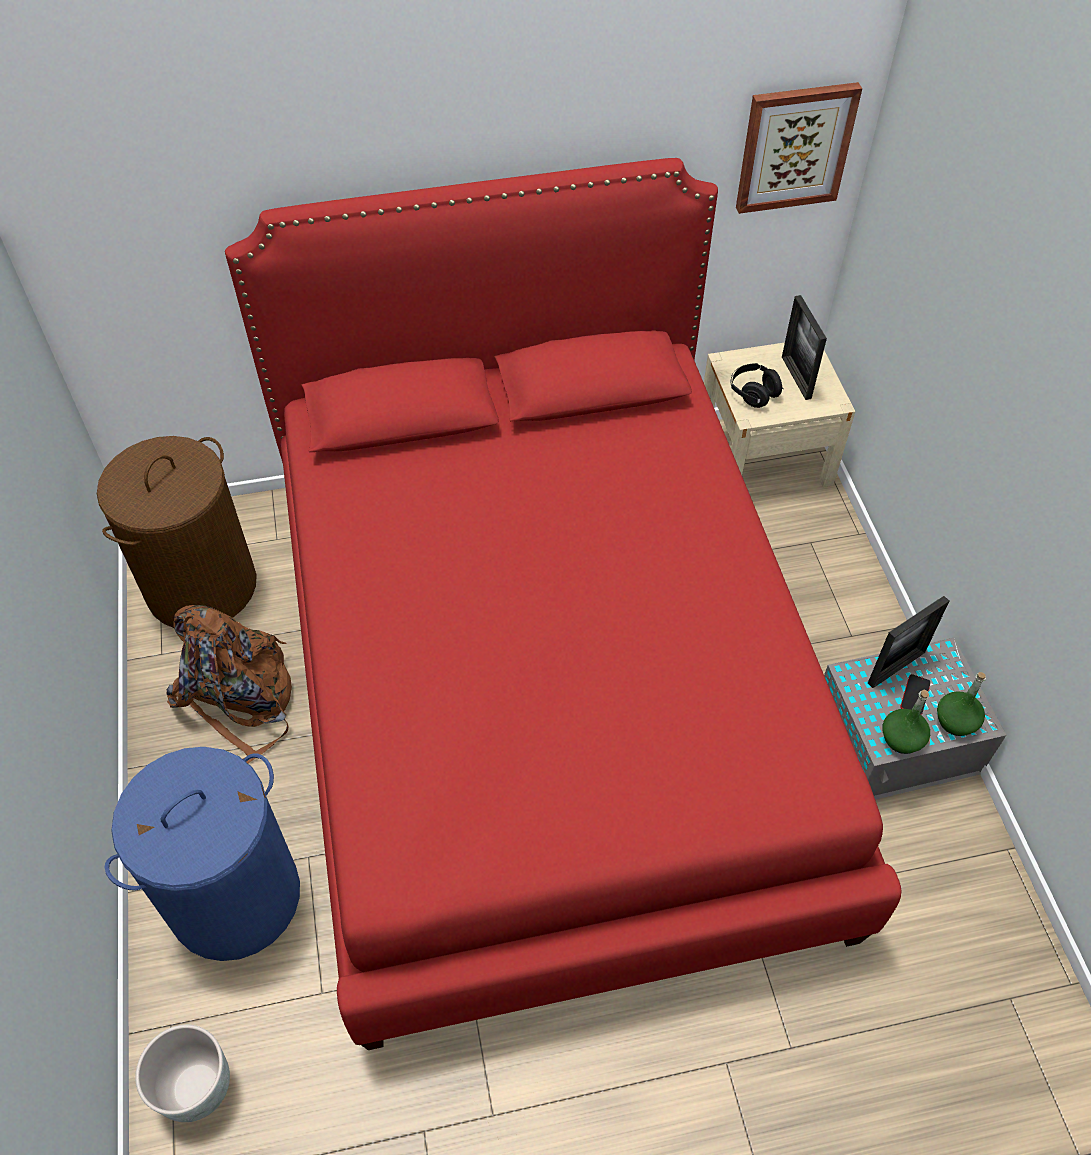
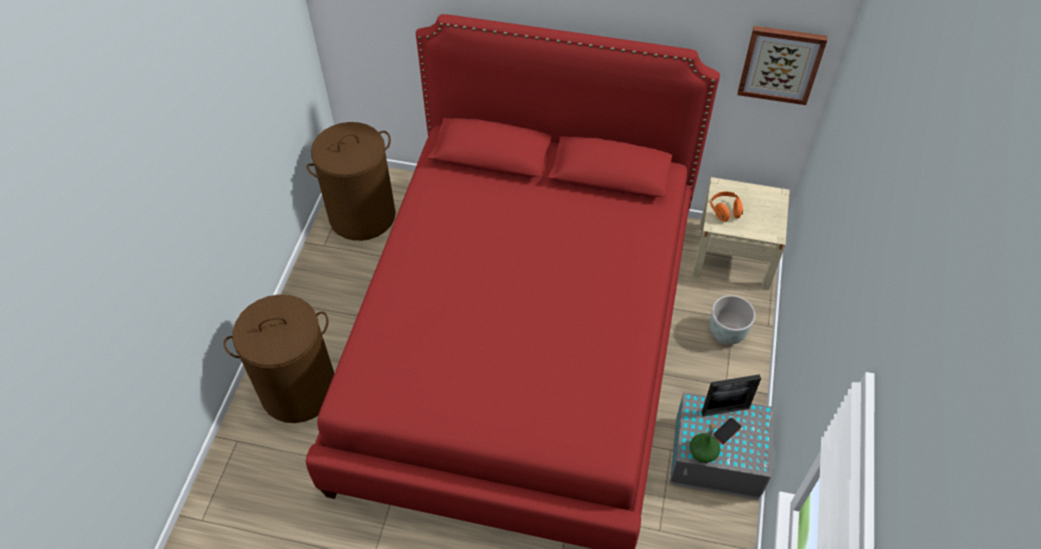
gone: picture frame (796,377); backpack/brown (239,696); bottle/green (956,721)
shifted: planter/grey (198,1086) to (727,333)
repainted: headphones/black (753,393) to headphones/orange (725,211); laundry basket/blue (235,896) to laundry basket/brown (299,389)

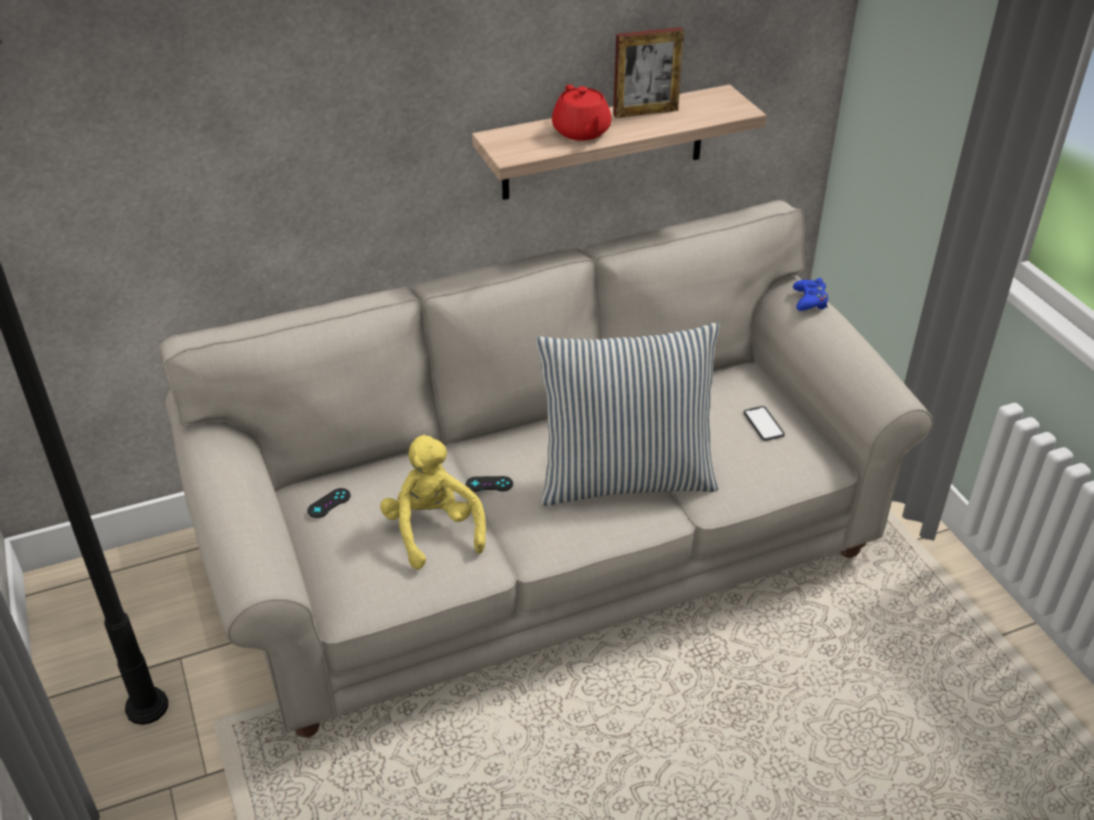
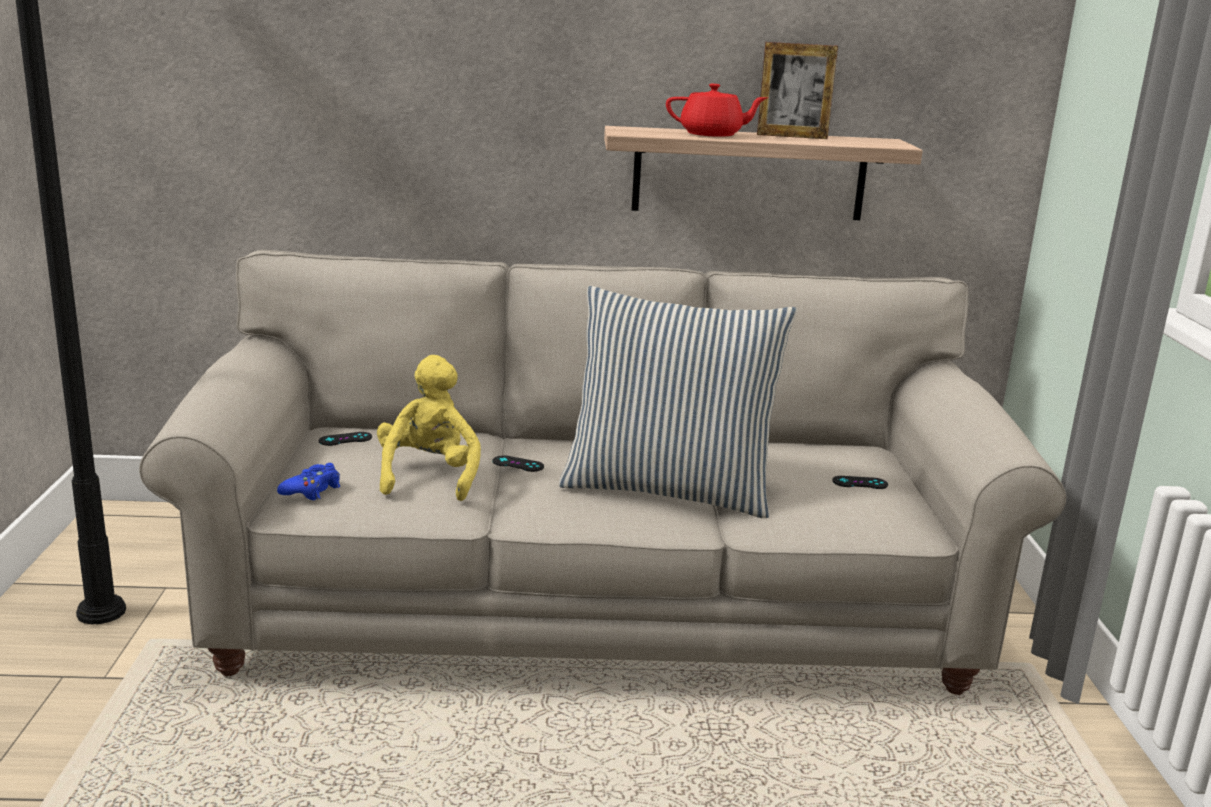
shifted: game controller/blue (810,300) to (312,490)
swapped: phone (763,424) to game controller/black (860,483)
rotated: teapot/red (581,132) = (712,134) 90 degrees counterclockwise

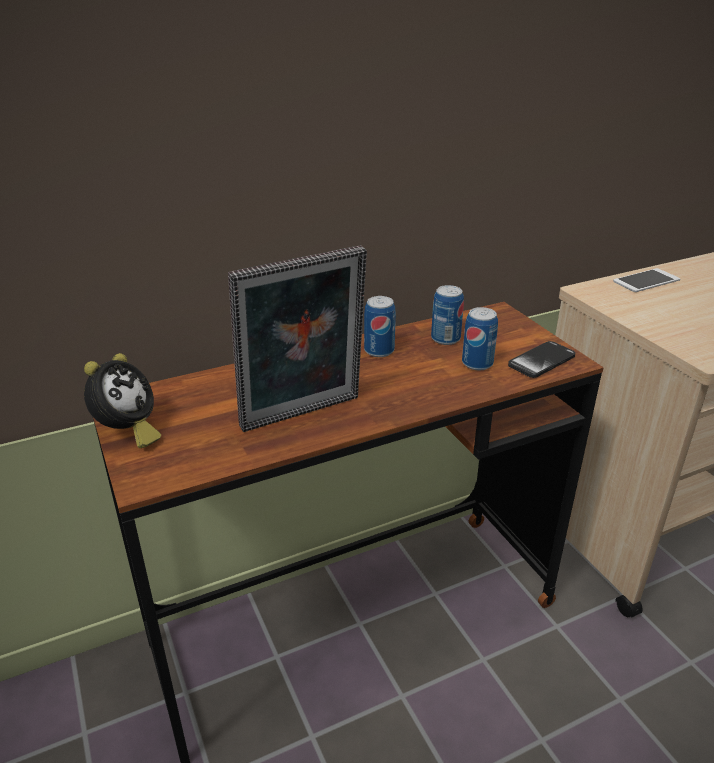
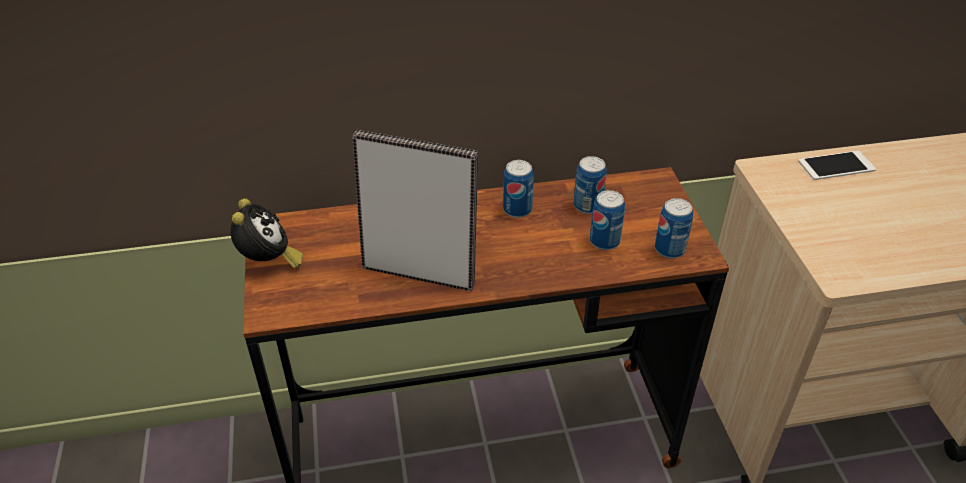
swapped: phone (541,361) to can (669,249)
rotated: picture frame (303,416) = (420,271) 150 degrees counterclockwise; alarm clock (127,433) = (269,262) 45 degrees counterclockwise

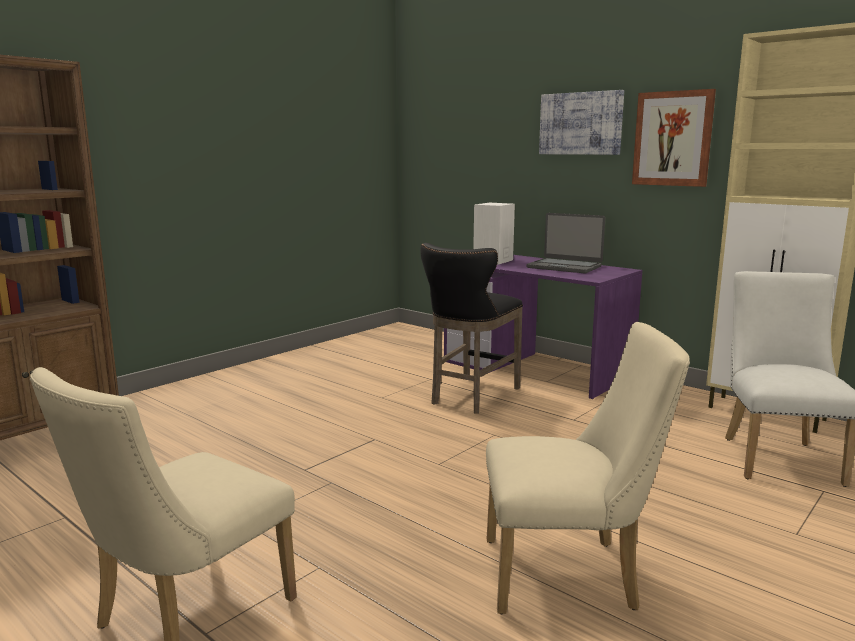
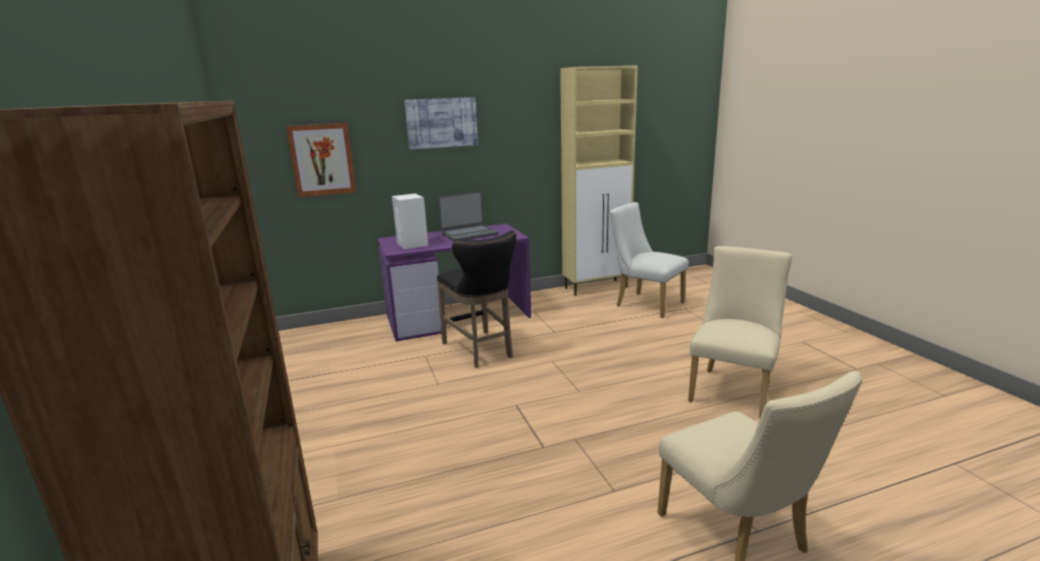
shifted: picture (672,139) to (322,160)

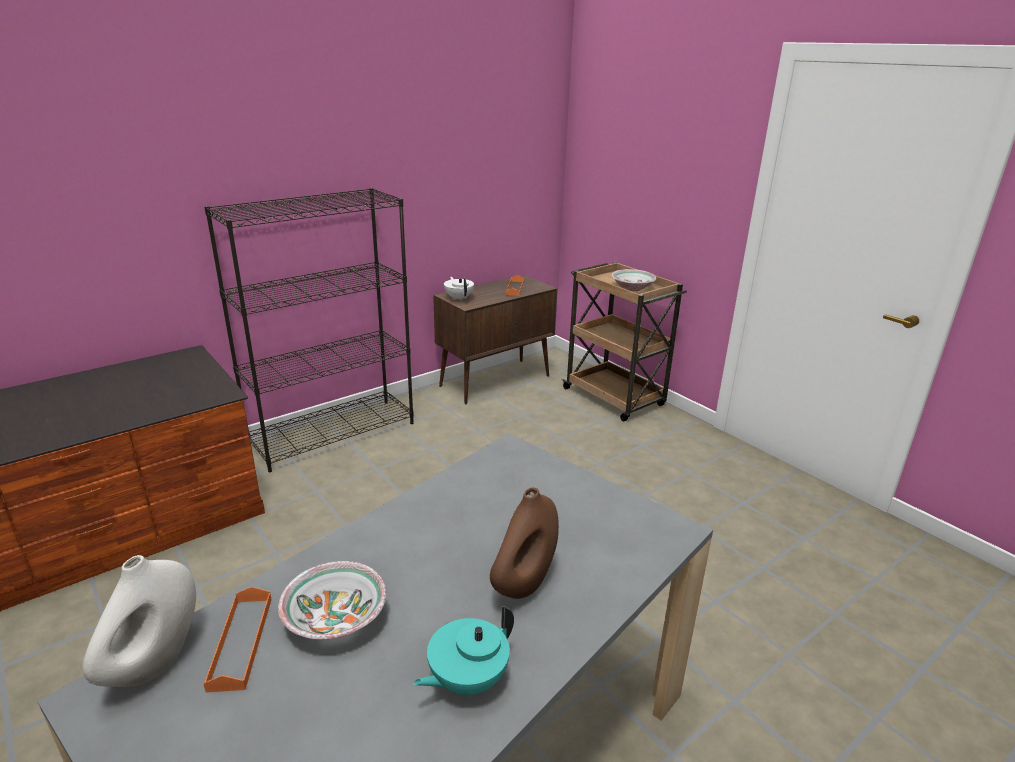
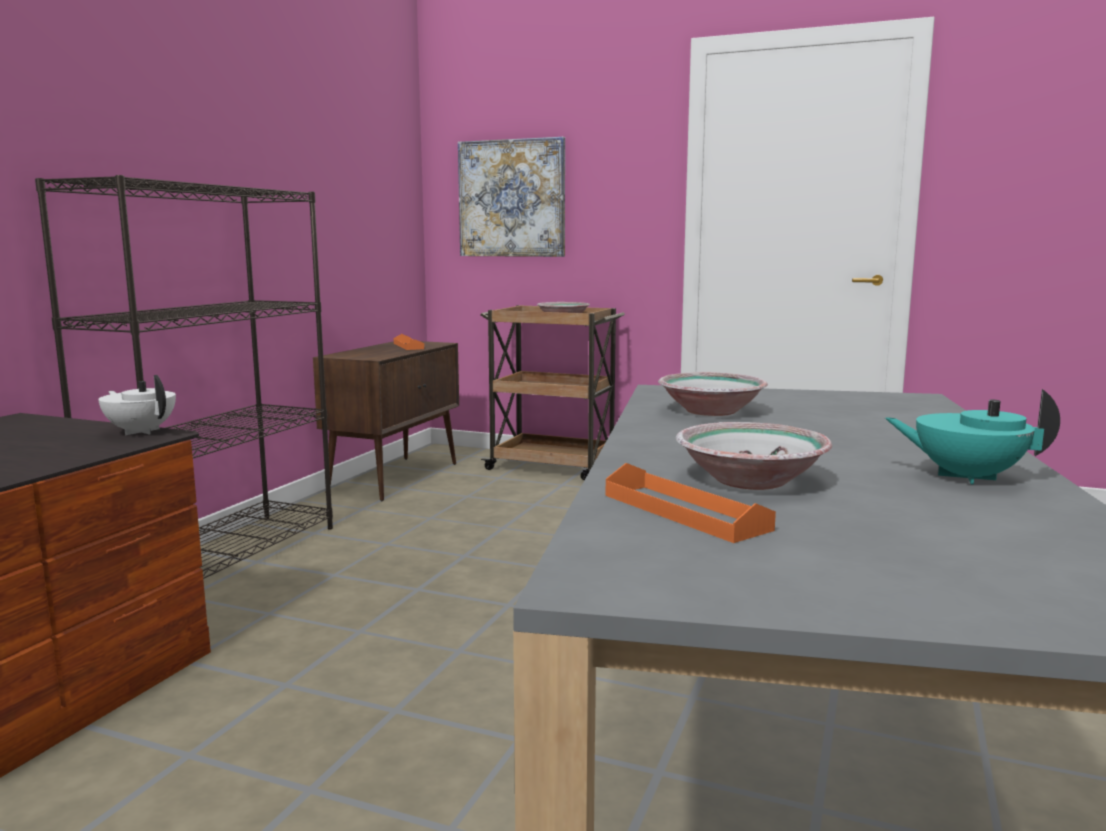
gone: vase/brown (524,584); vase/white (155,663)
new: picture (512,198); bowl (710,411)
shifted: teapot/white (459,298) to (141,431)
rotated: teapot/turquoise (467,680) = (966,477) 90 degrees clockwise

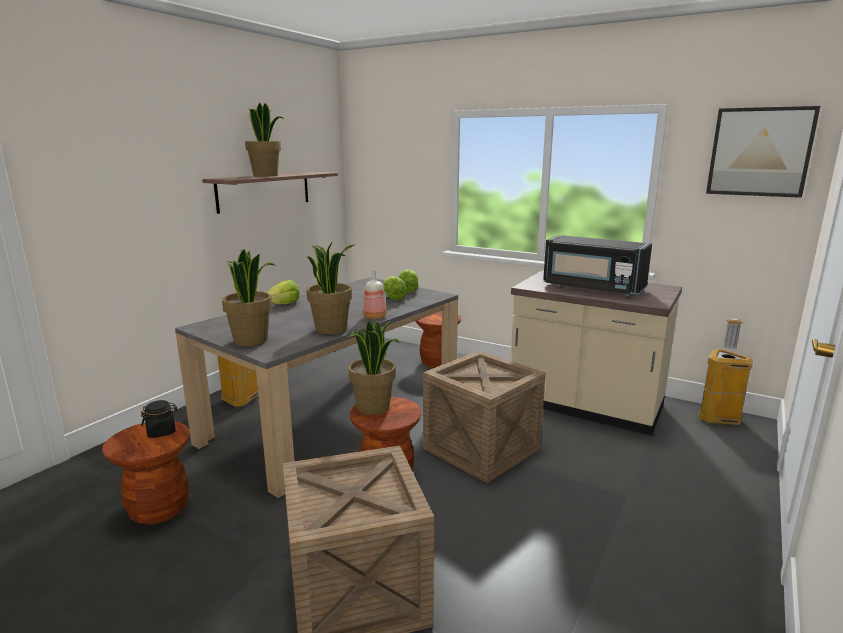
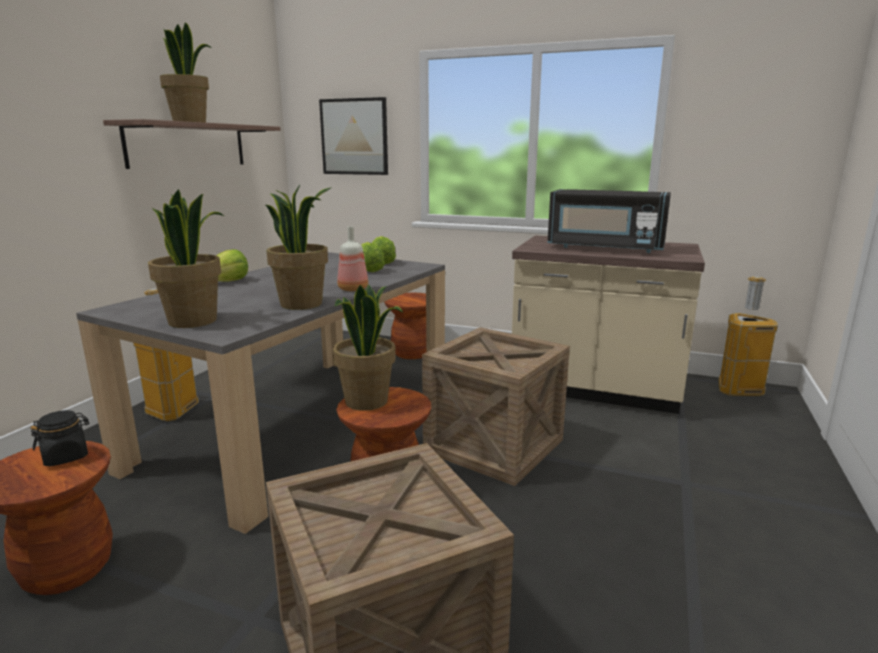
shifted: picture (759,152) to (354,137)

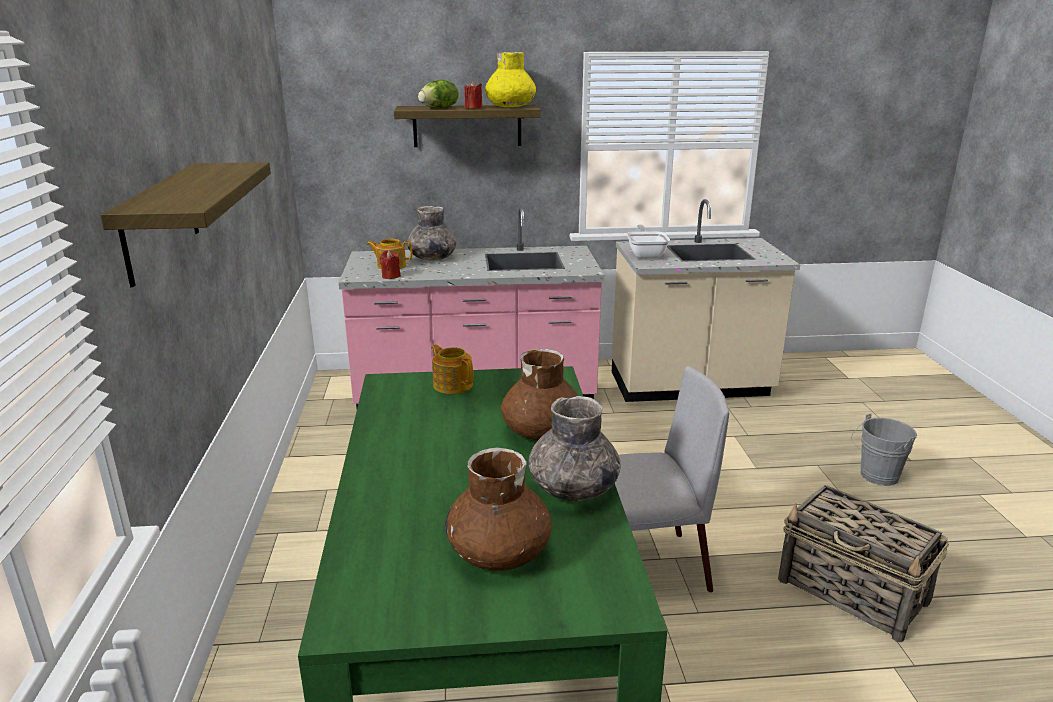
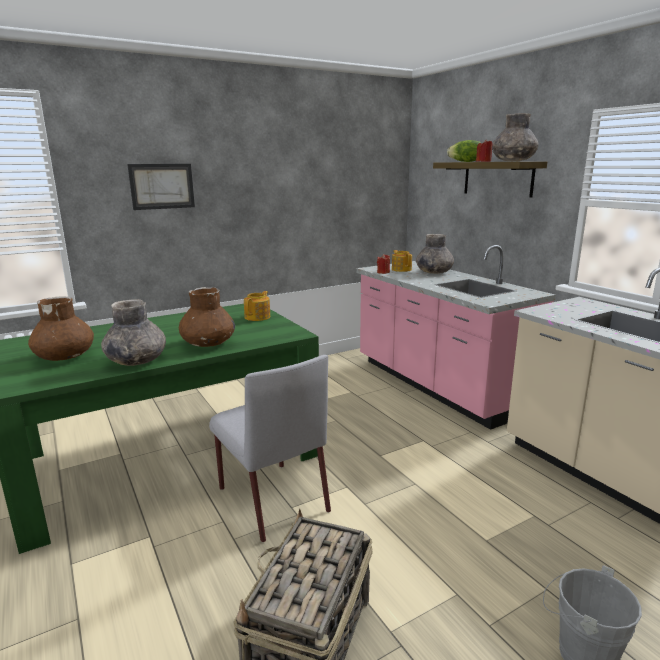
gone: frying pan (646,254)
swapped: shelf (160,221) to picture (162,186)
repainted: vase/yellow (510,107) to vase/grey (513,161)

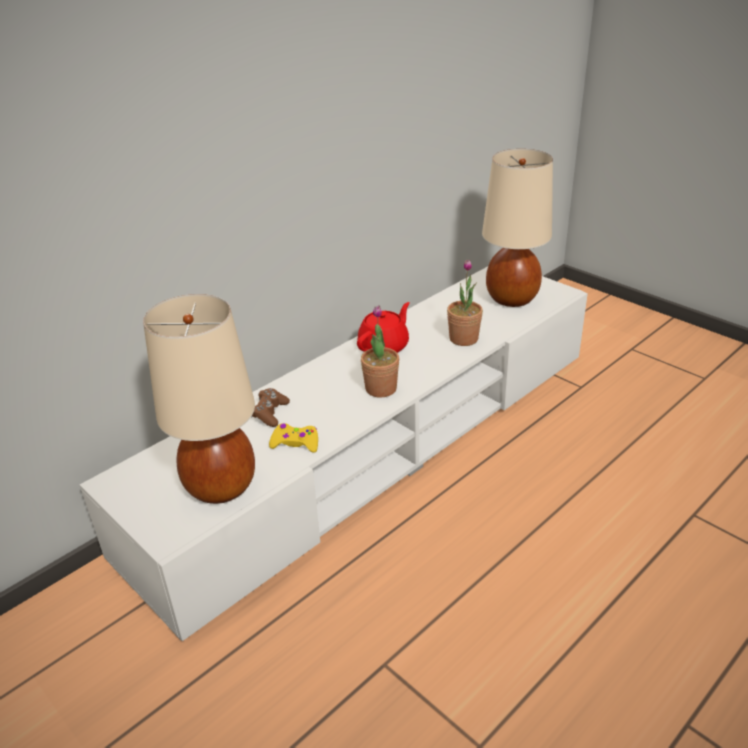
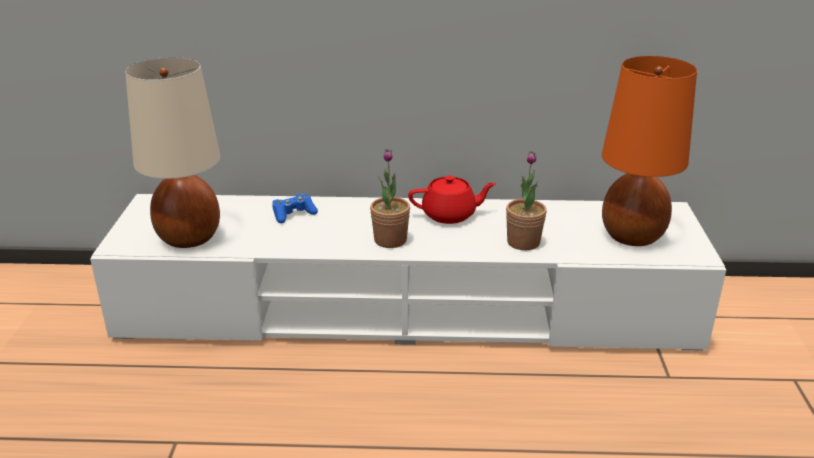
gone: game controller/yellow (295,443)
repainted: table lamp/beige (512,298) to table lamp/orange (632,236); game controller/brown (270,413) to game controller/blue (293,214)

